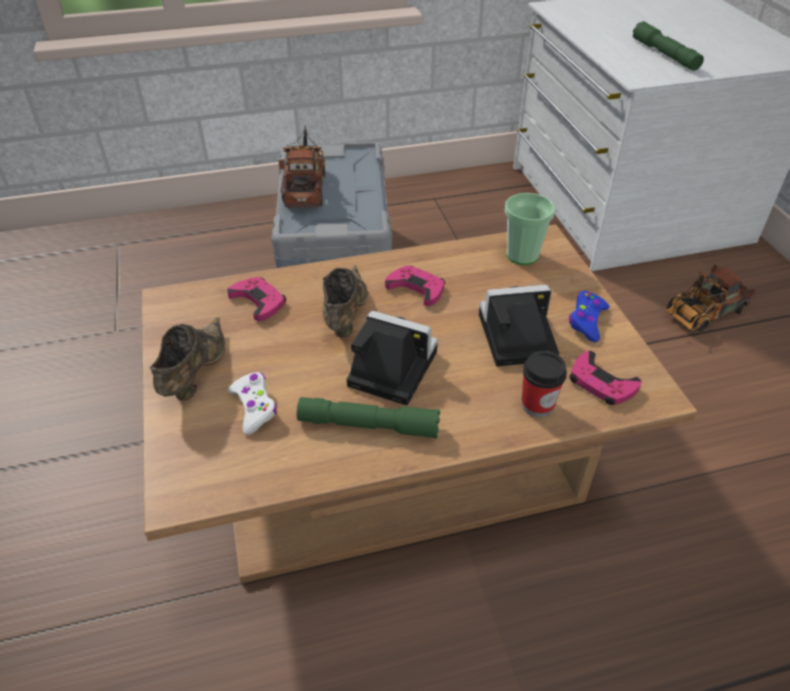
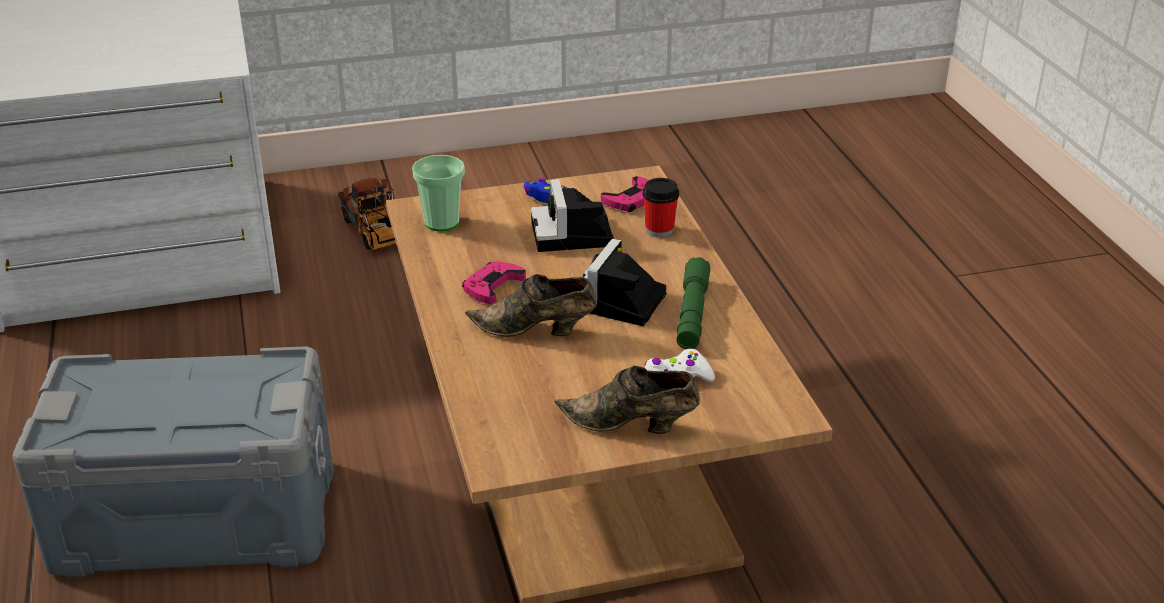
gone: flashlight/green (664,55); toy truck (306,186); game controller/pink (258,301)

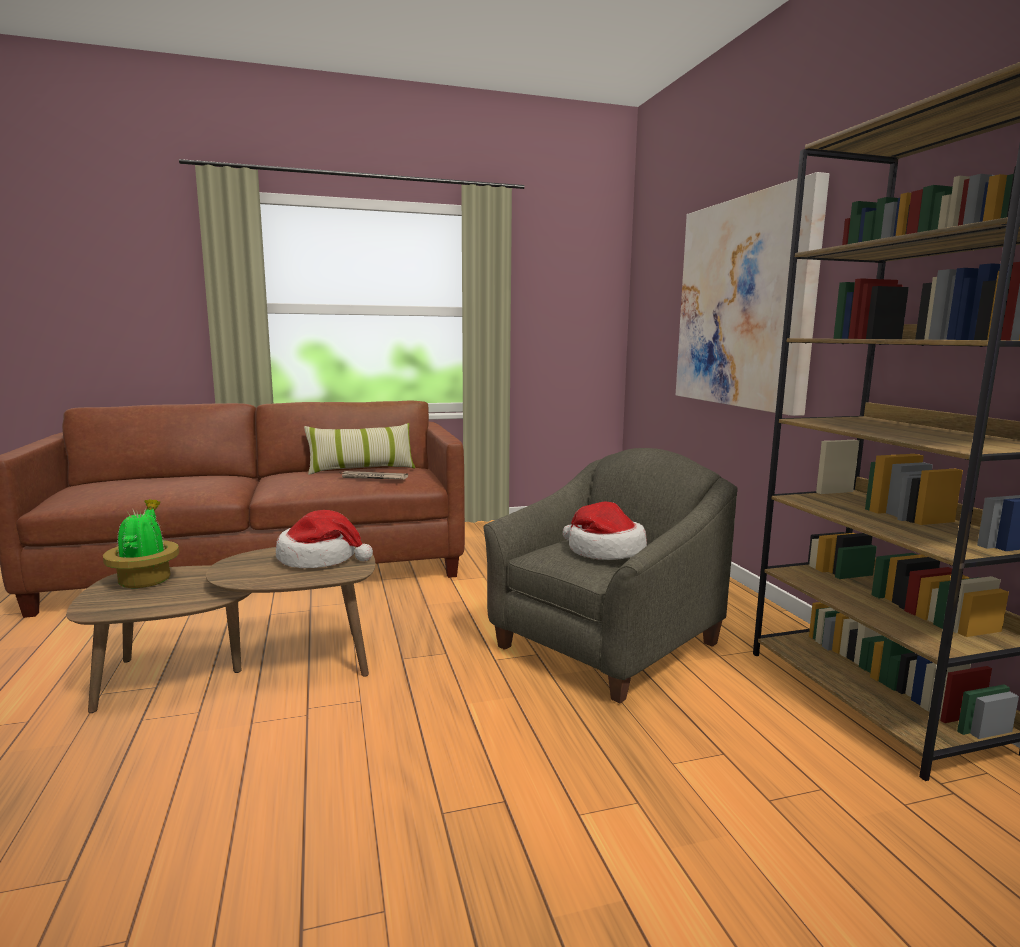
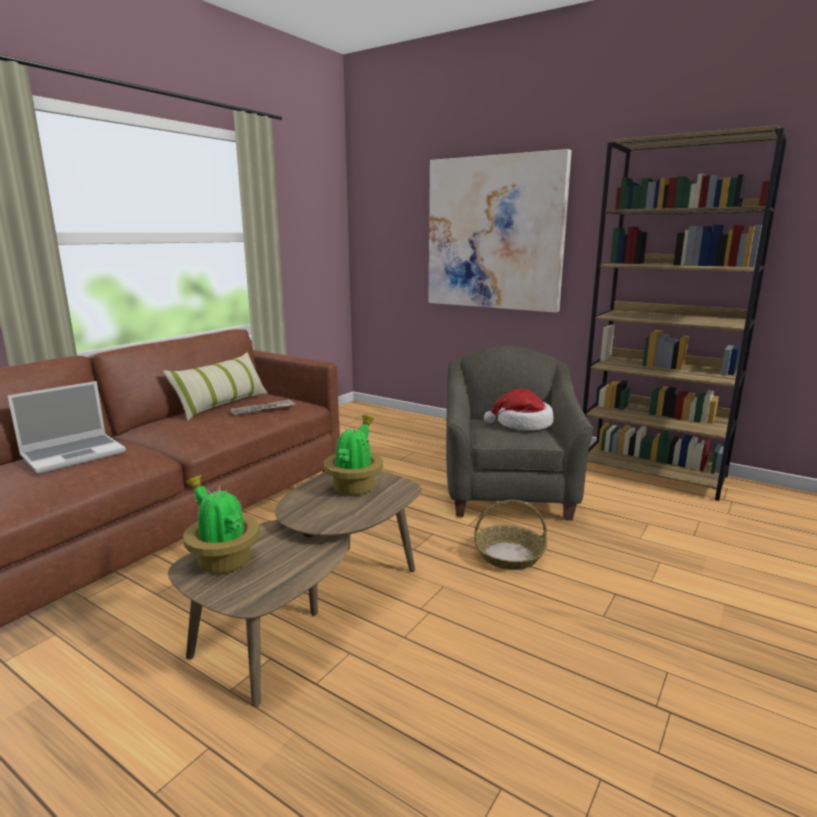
new: laptop (74,454); basket (508,555)
swapped: hat (320,558) to potted plant (355,487)

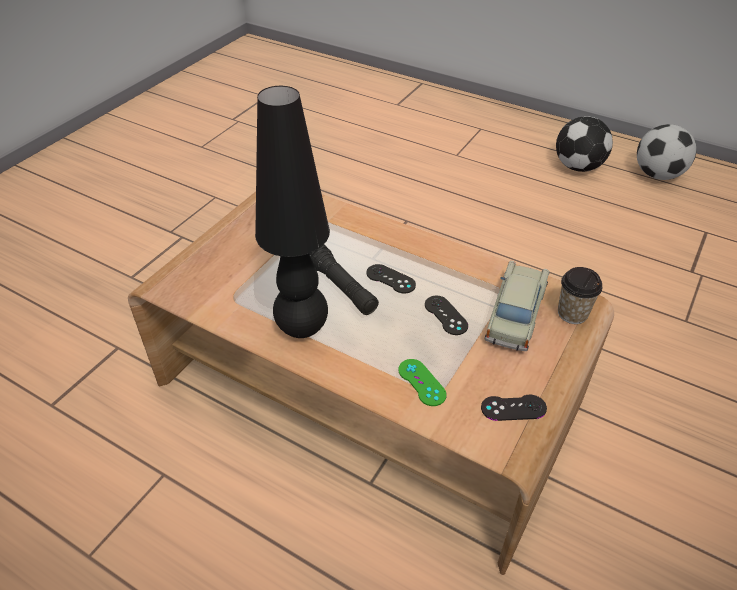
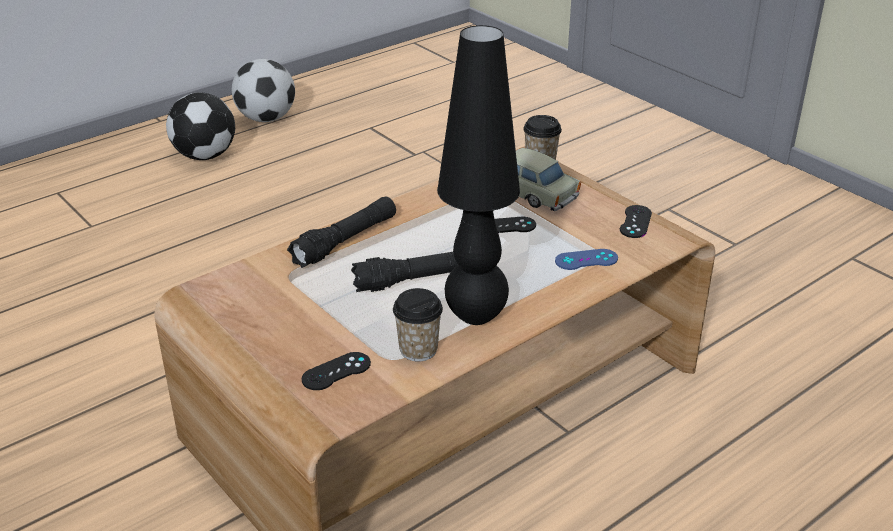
new: flashlight/black (345,241); cup (418,350)
shifted: game controller/black (390,279) to (336,371)
repainted: game controller/green (421,382) to game controller/blue (586,260)

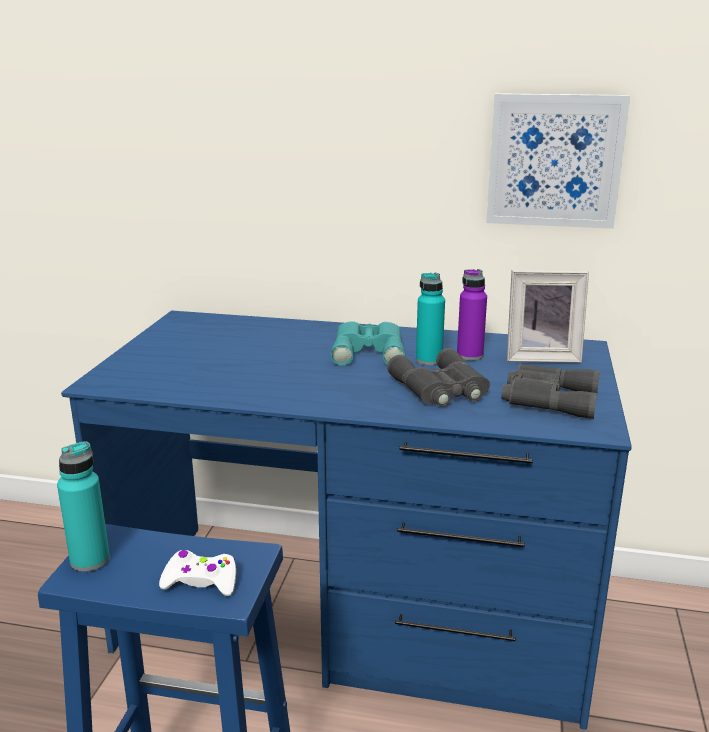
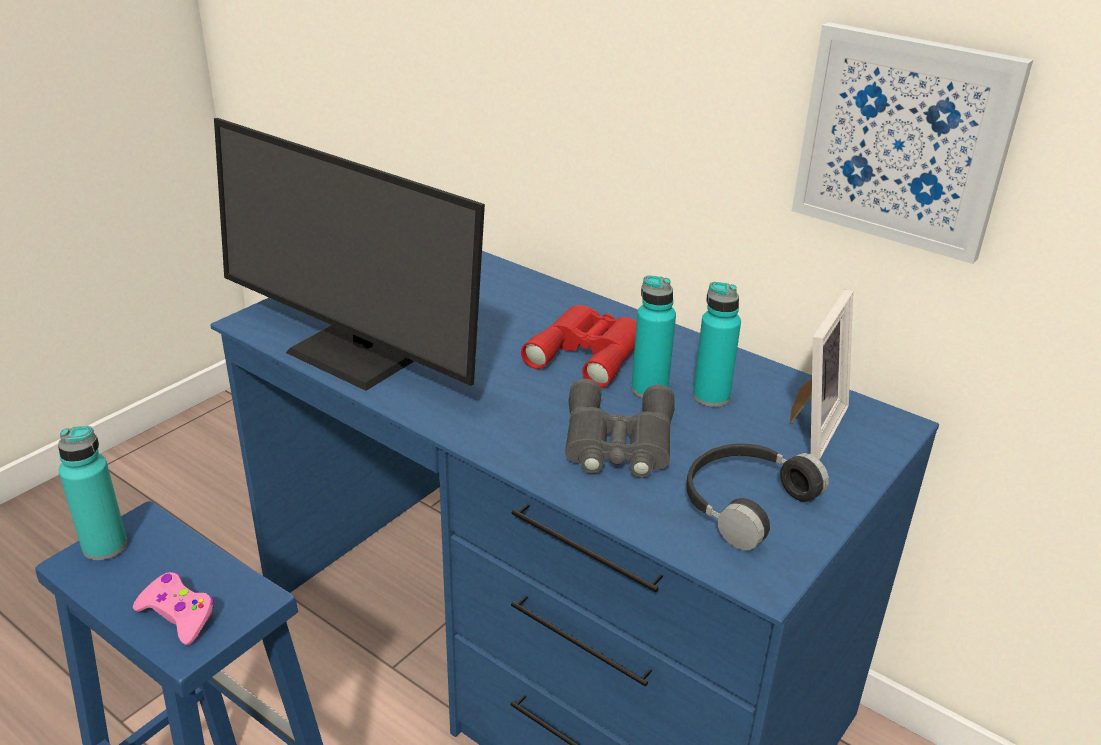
new: monitor (361,350)
swapped: binoculars/grey (547,398) to headphones/black (743,502)
repainted: bottle/purple (469,355) to bottle/turquoise (711,396); binoculars/turquoise (369,350) to binoculars/red (589,352); game controller/white (201,581) to game controller/pink (178,614)
rotated: picture frame (541,356) = (809,426) 90 degrees counterclockwise

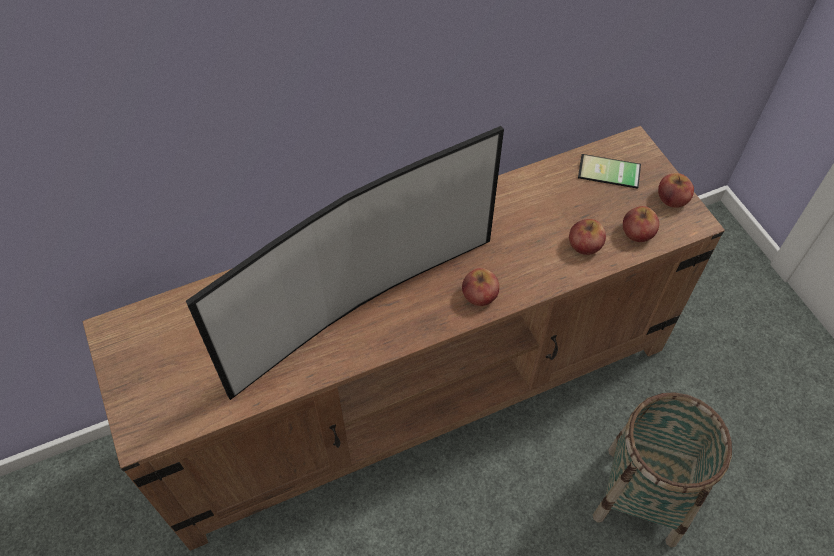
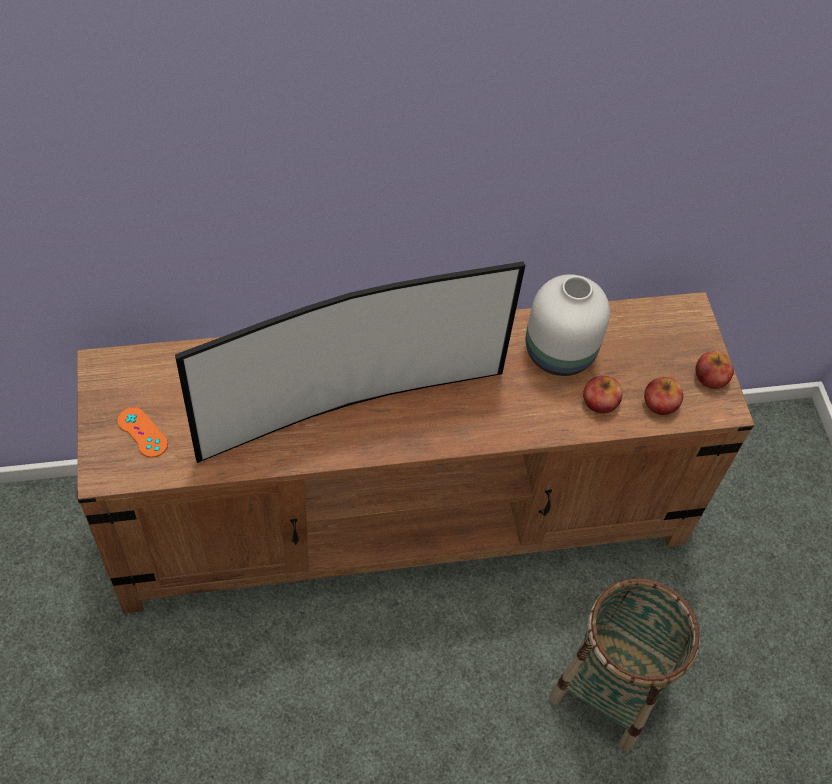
gone: phone (608,174); apple (479,294)
new: vase/white (558,354); game controller/orange (142,432)

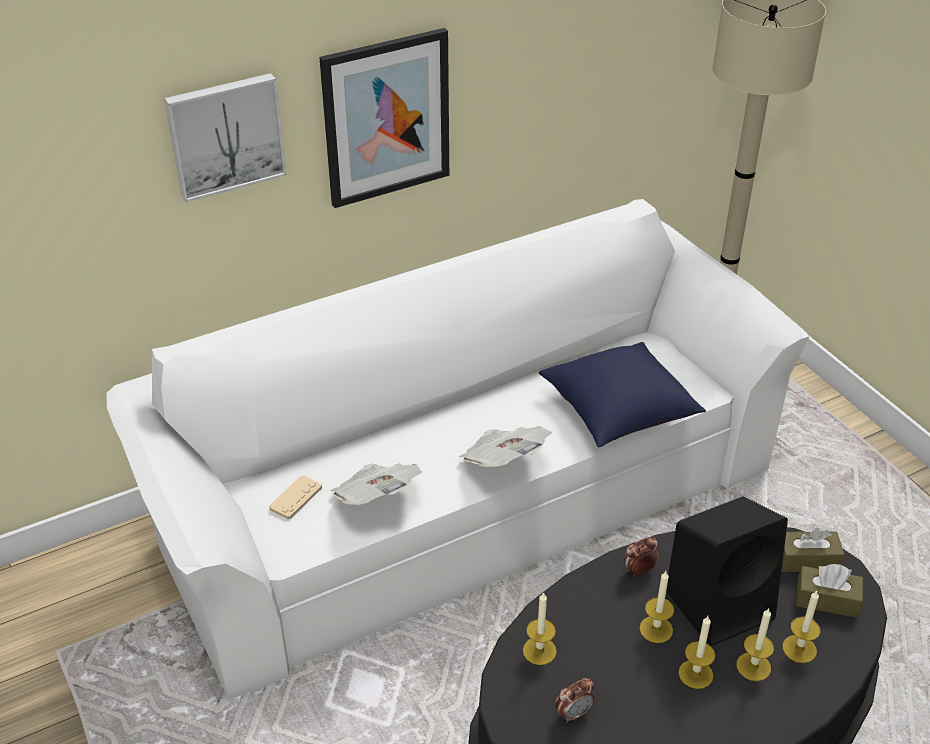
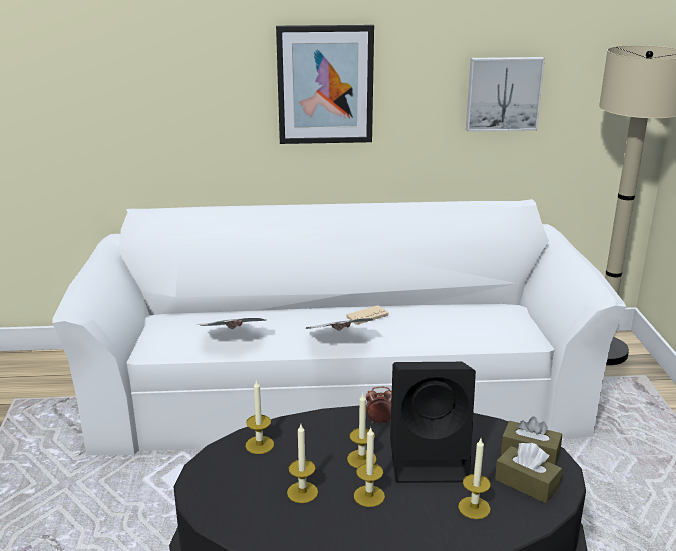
gone: pillow/blue (619,412); alarm clock (573,713)
shifted: picture (225,135) to (503,93); game controller/beige (296,498) to (367,316); candle (753,666) to (302,492)

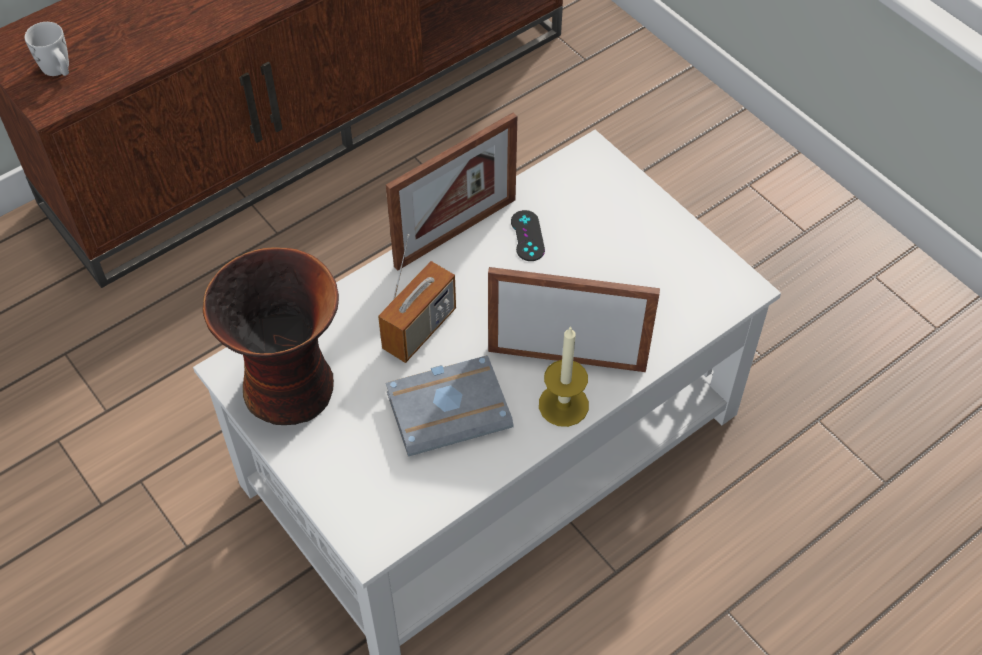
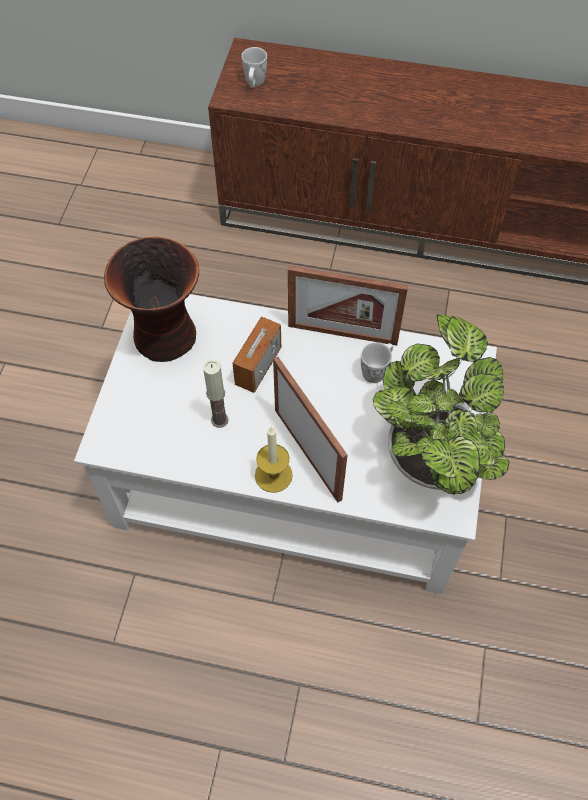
new: potted plant (432,453)
swapped: game controller/black (527,236) to mug/white (376,370); book/grey (450,408) to candle (219,420)
rotated: radio (419,329) = (258,366) 120 degrees clockwise

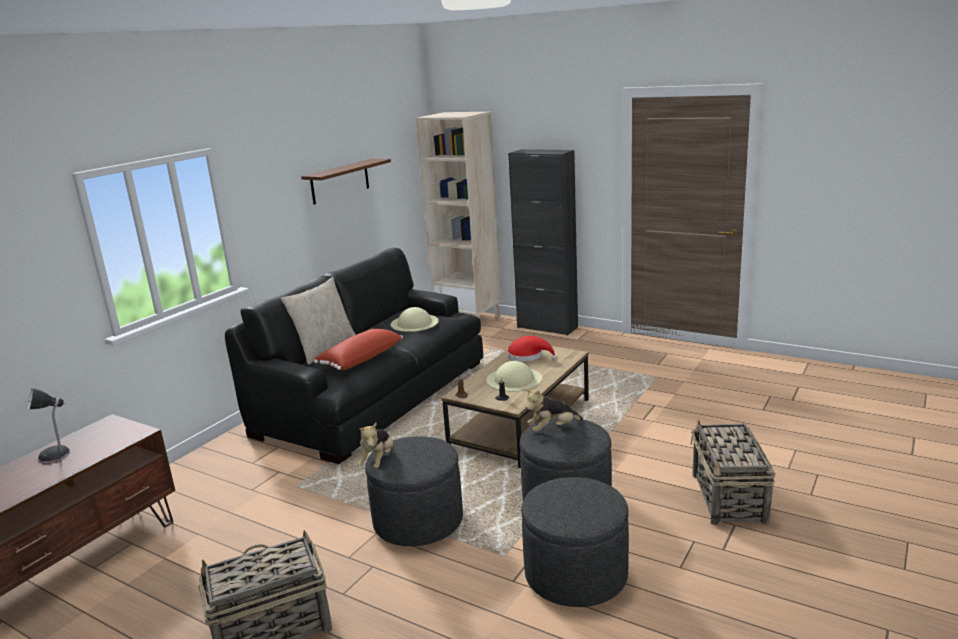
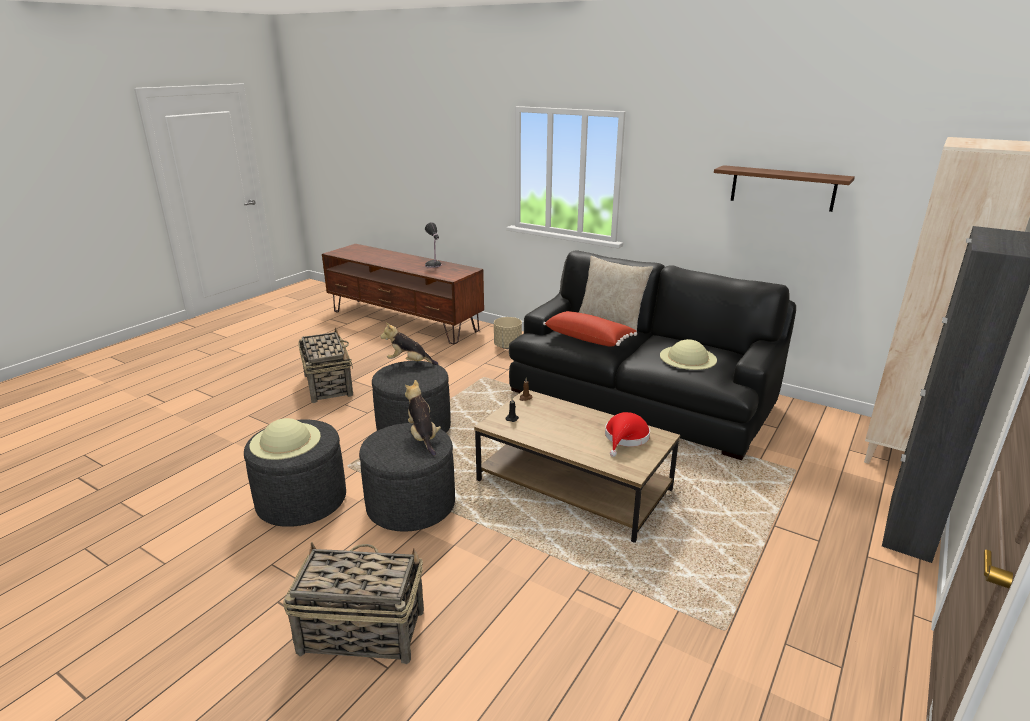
new: planter/beige (507,346)
shifted: hat/beige (514,379) to (285,440)

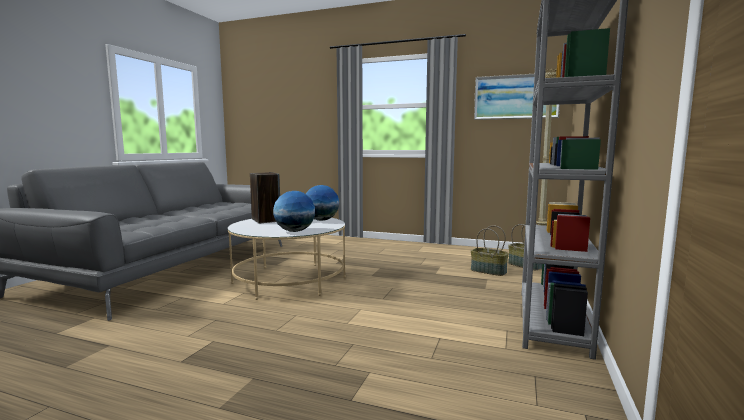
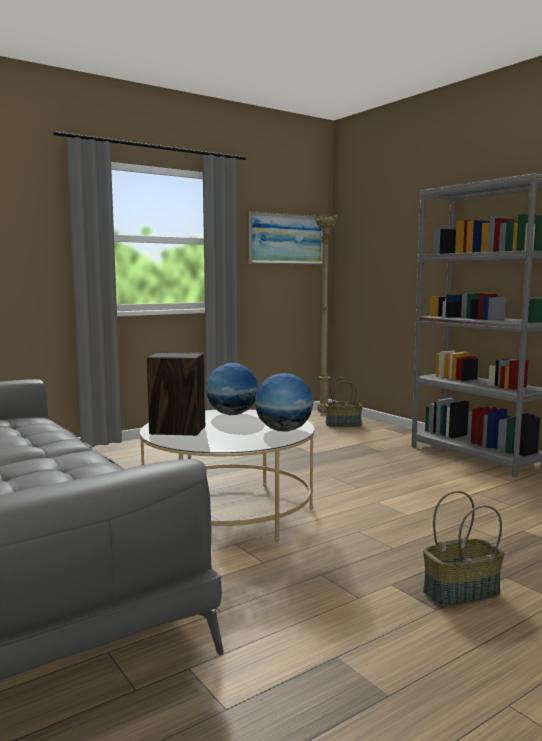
shifted: basket (488,271) to (461,593)

